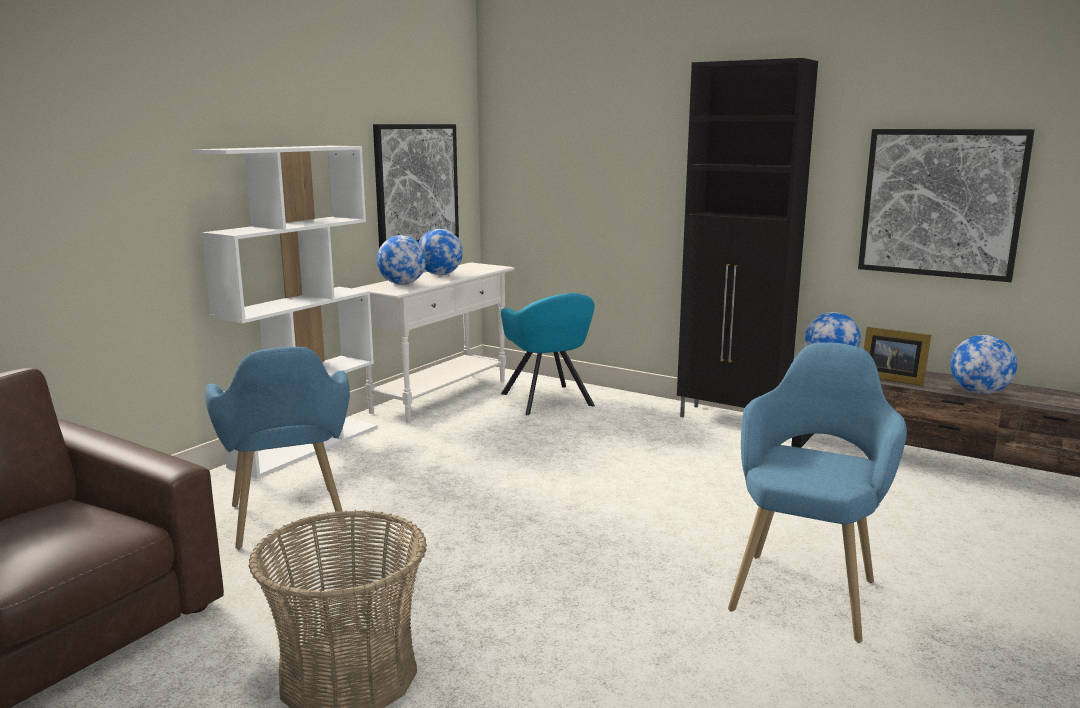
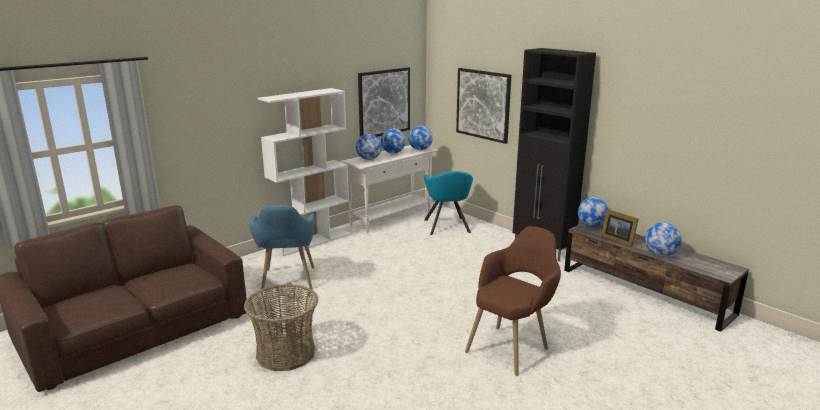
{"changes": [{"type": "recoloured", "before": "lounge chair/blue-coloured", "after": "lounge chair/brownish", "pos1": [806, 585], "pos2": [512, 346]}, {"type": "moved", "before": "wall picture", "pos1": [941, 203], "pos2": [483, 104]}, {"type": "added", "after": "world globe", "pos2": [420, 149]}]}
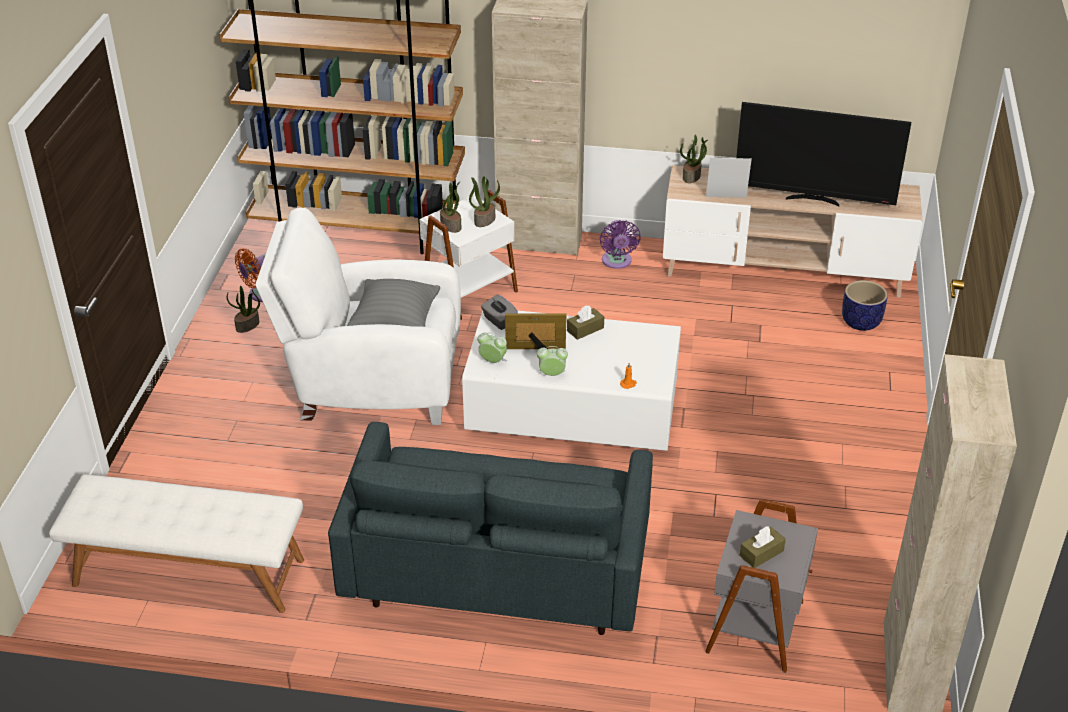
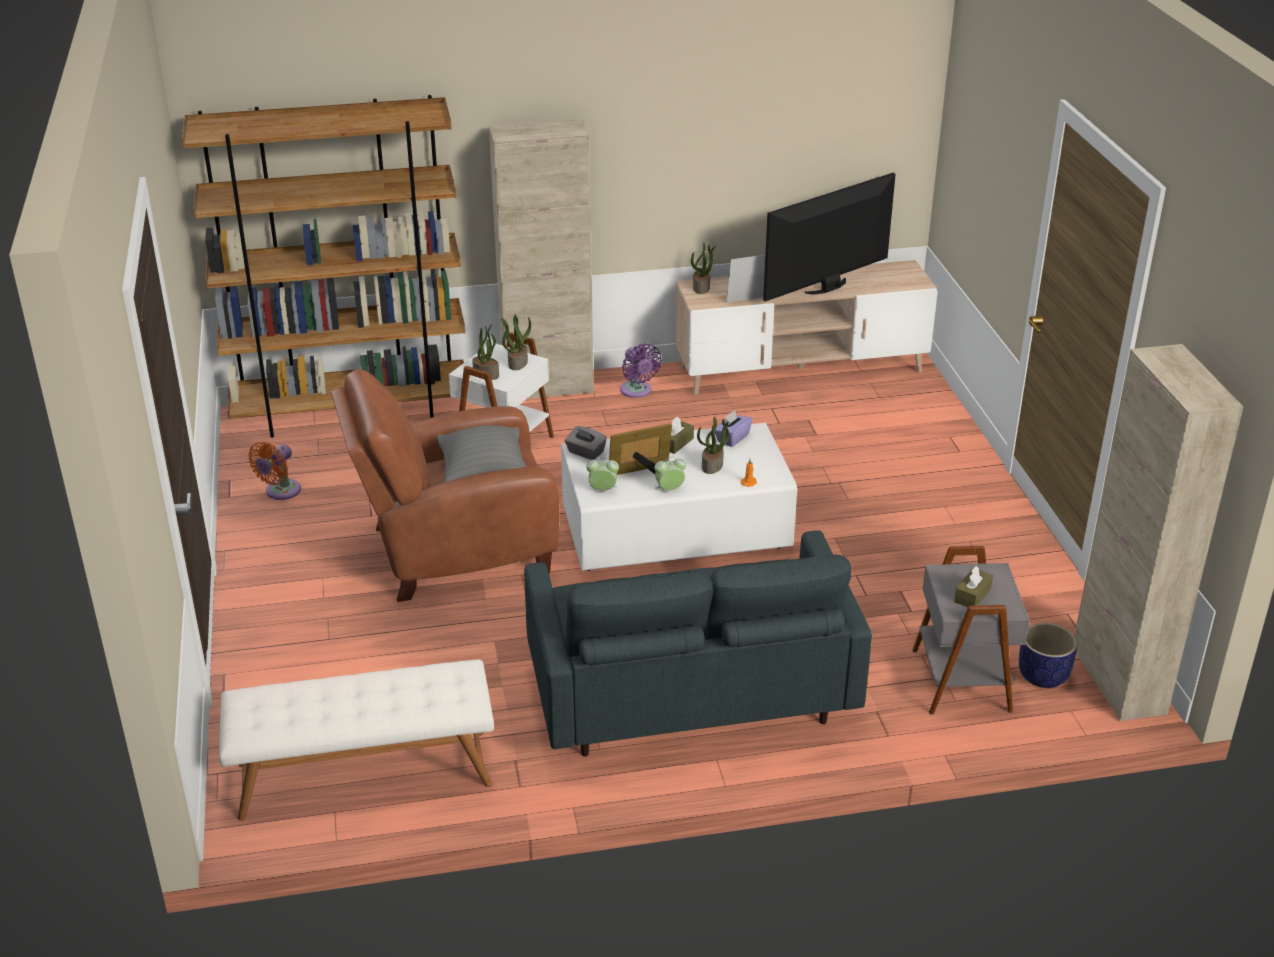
{"changes": [{"type": "moved", "before": "potted plant", "pos1": [247, 326], "pos2": [712, 466]}, {"type": "recoloured", "before": "lounge chair/white", "after": "lounge chair/brownish", "pos1": [372, 384], "pos2": [454, 552]}, {"type": "turned", "before": "television", "pos1": [813, 199], "pos2": [828, 288], "turn": 150}, {"type": "moved", "before": "flower pot", "pos1": [861, 322], "pos2": [1043, 676]}, {"type": "added", "after": "tissue box/purplish", "pos2": [732, 438]}]}
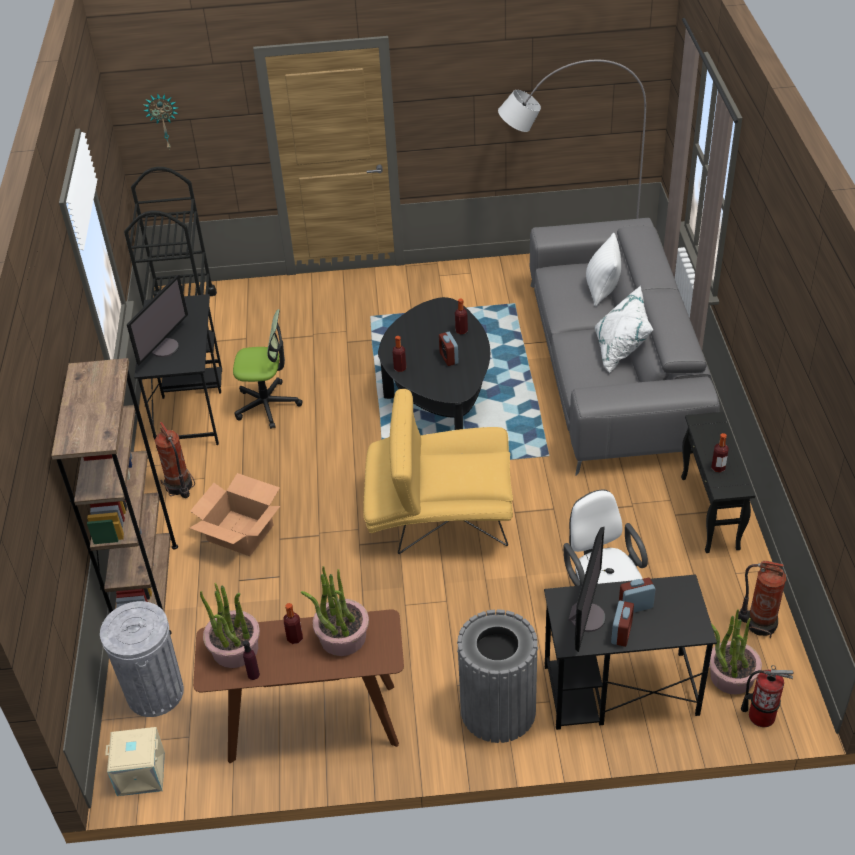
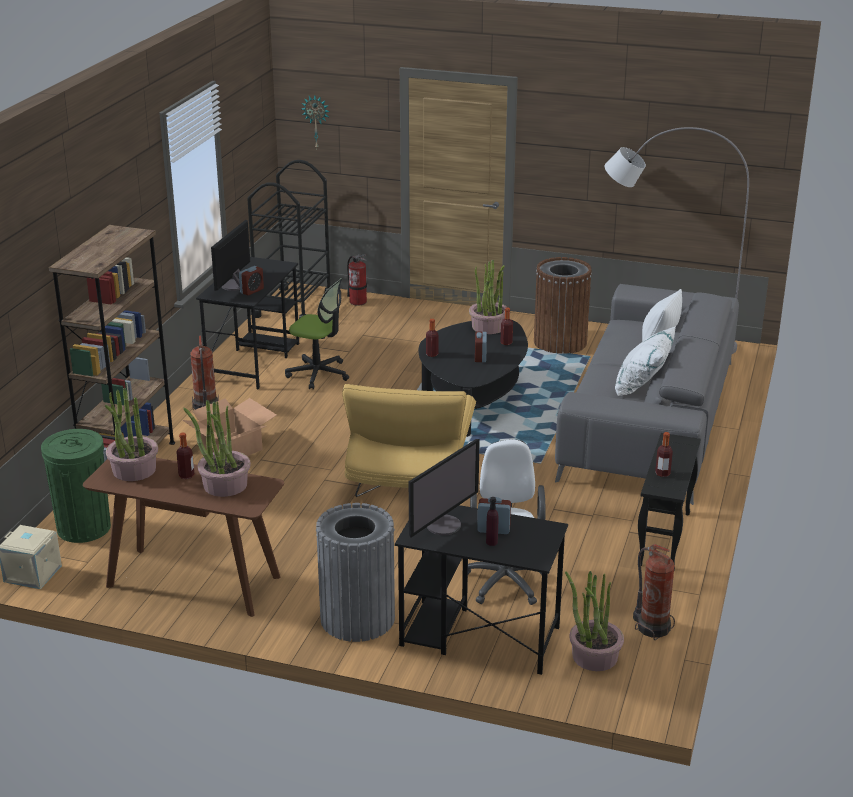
{"changes": [{"type": "recoloured", "before": "rubbish bin/gray", "after": "rubbish bin/green-coloured", "pos1": [155, 692], "pos2": [84, 528]}, {"type": "turned", "before": "monitor", "pos1": [164, 347], "pos2": [234, 285], "turn": 150}, {"type": "moved", "before": "drink bottle/purplish", "pos1": [253, 674], "pos2": [491, 542]}, {"type": "turned", "before": "lounge chair/yellow-coloured", "pos1": [440, 516], "pos2": [409, 479], "turn": -105}, {"type": "moved", "before": "bedside clock", "pos1": [621, 633], "pos2": [252, 291]}, {"type": "moved", "before": "fire extinguisher", "pos1": [761, 716], "pos2": [358, 302]}, {"type": "added", "after": "potted plant", "pos2": [488, 327]}, {"type": "added", "after": "rubbish bin/brownish", "pos2": [560, 342]}]}
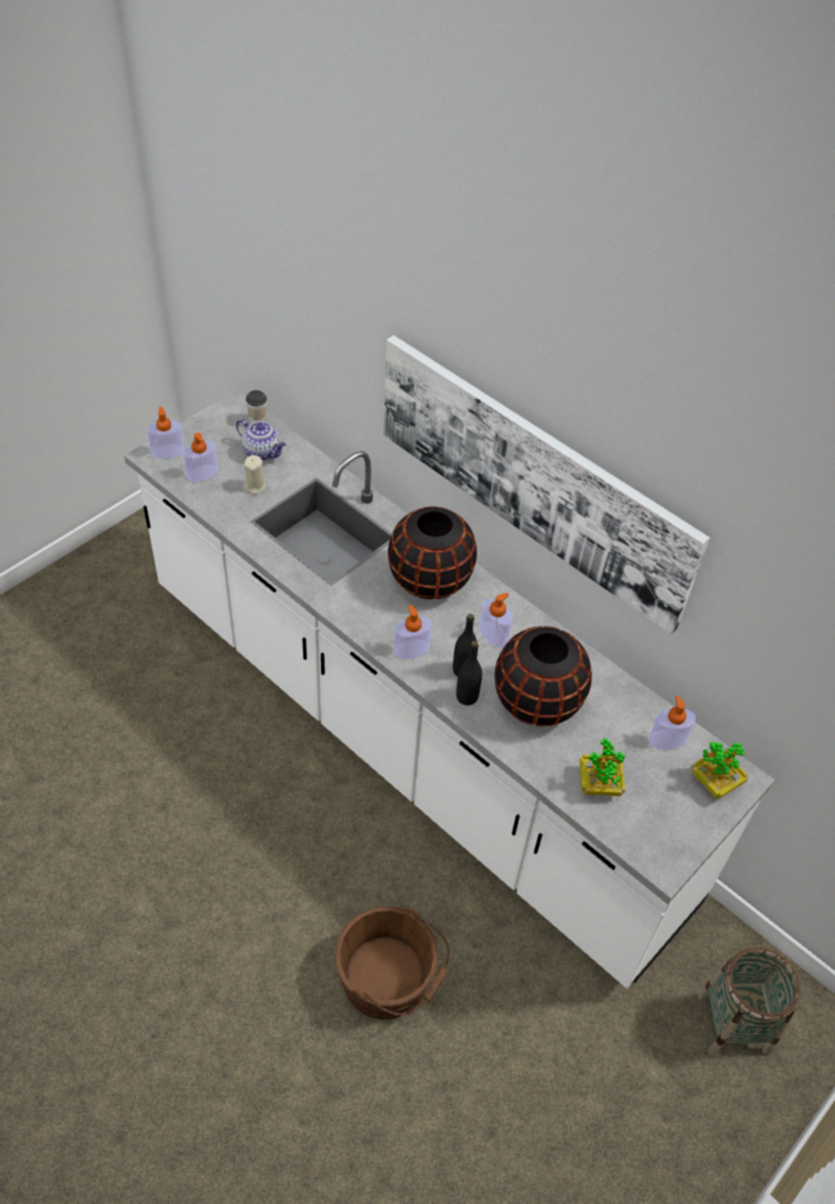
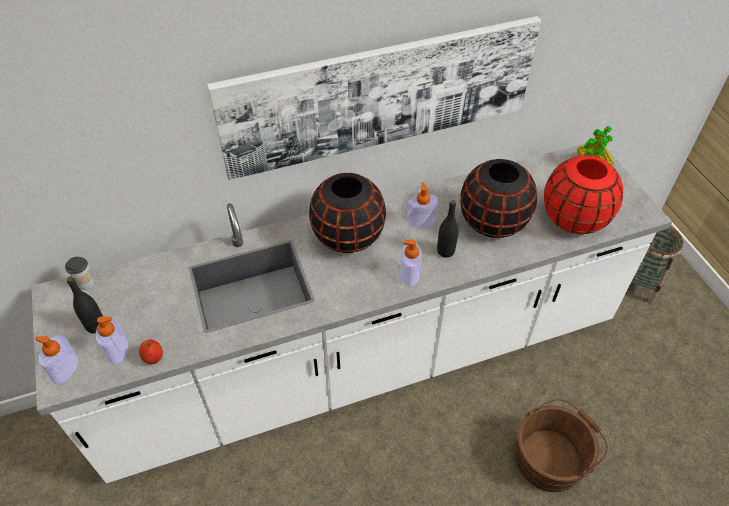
{"changes": [{"type": "removed", "before": "tea pot", "pos1": [263, 452]}, {"type": "removed", "before": "candle/beige-coloured", "pos1": [255, 486]}, {"type": "moved", "before": "drink bottle/blackish", "pos1": [467, 697], "pos2": [96, 326]}, {"type": "replaced", "before": "potted plant", "after": "flower vase/reddish", "pos1": [599, 784], "pos2": [574, 219]}, {"type": "removed", "before": "soap bottle", "pos1": [667, 740]}, {"type": "added", "after": "apple fruit", "pos2": [154, 358]}]}
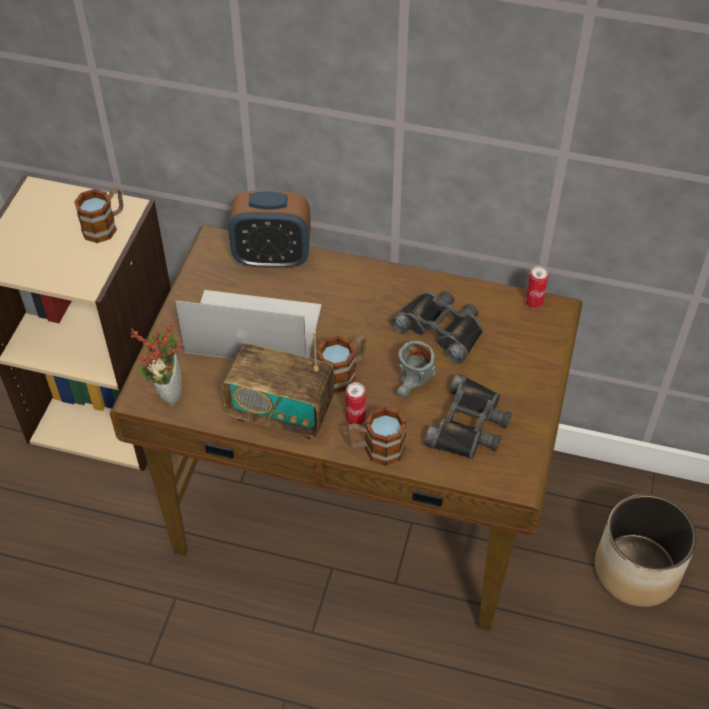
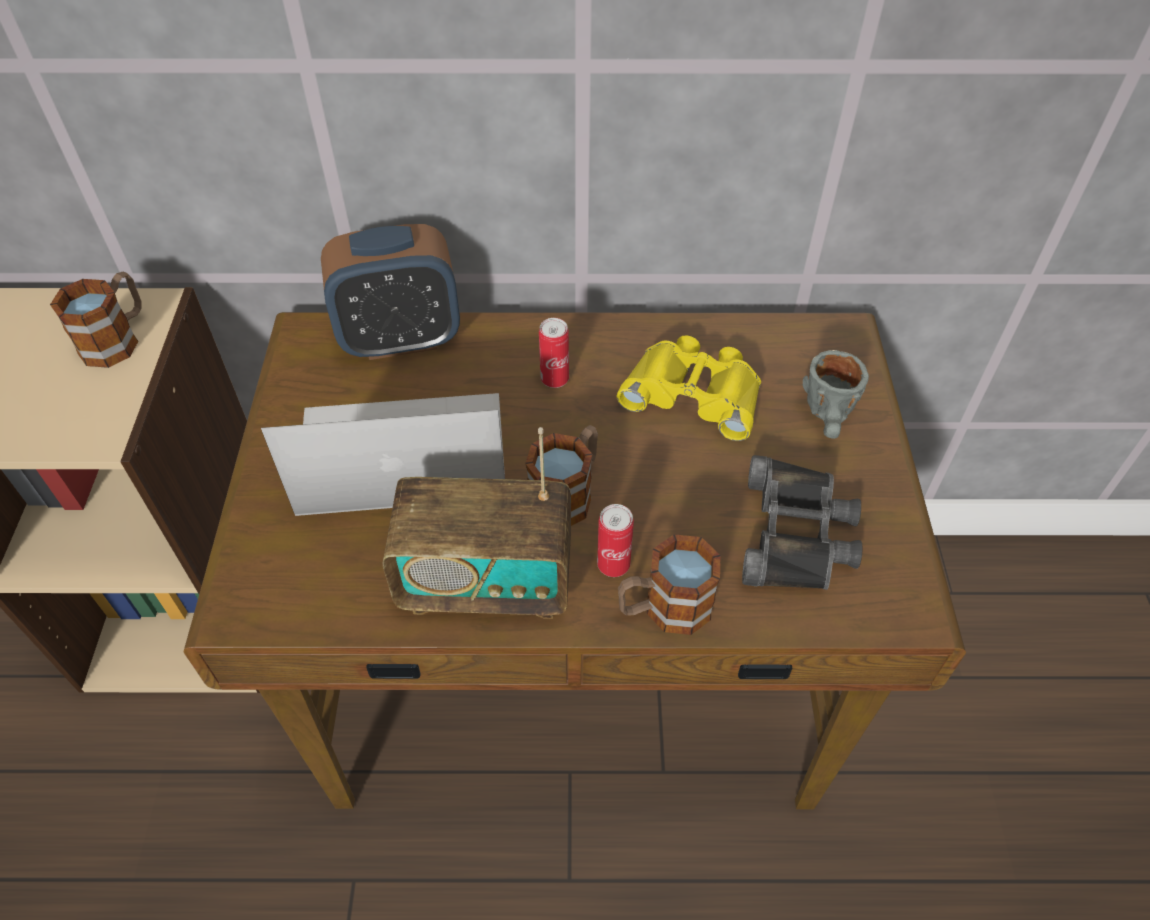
{"changes": [{"type": "removed", "before": "potted plant", "pos1": [167, 390]}, {"type": "recoloured", "before": "binoculars/blackish", "after": "binoculars/yellow-coloured", "pos1": [441, 328], "pos2": [694, 393]}, {"type": "moved", "before": "coffee mug/gray", "pos1": [413, 385], "pos2": [831, 420]}, {"type": "moved", "before": "sealed can", "pos1": [533, 303], "pos2": [554, 379]}, {"type": "removed", "before": "flower pot", "pos1": [635, 569]}]}
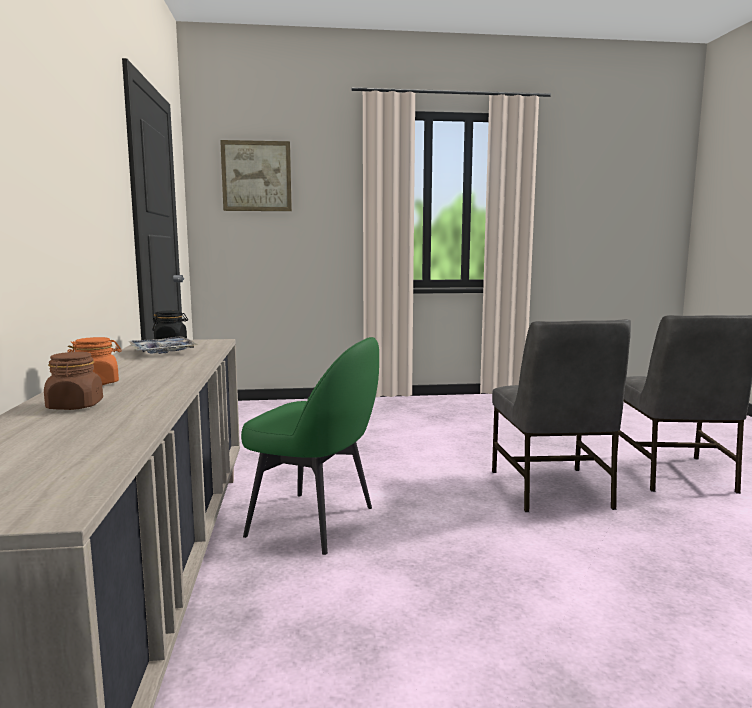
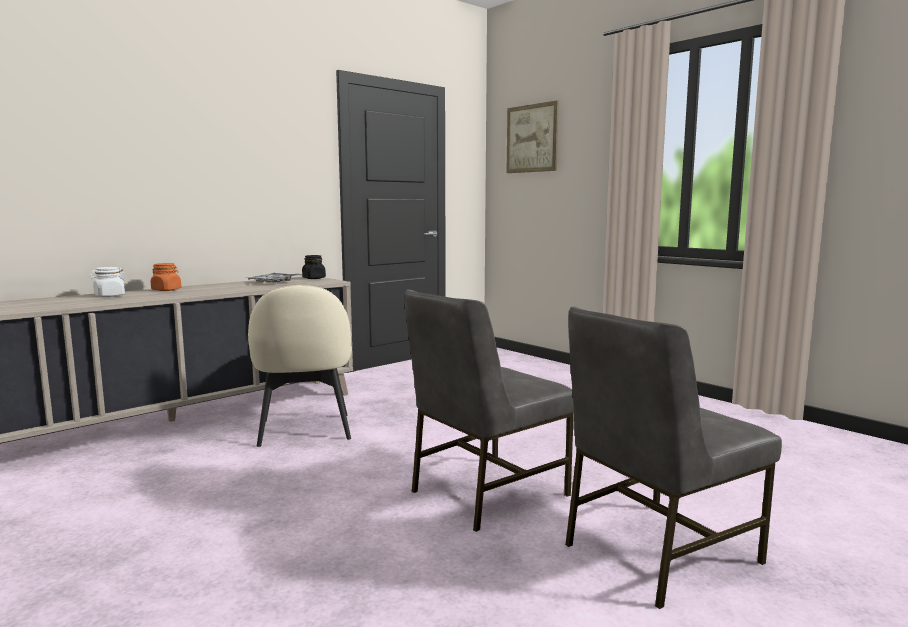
{"changes": [{"type": "recoloured", "before": "jar/brownish", "after": "jar/white", "pos1": [75, 406], "pos2": [109, 296]}, {"type": "recoloured", "before": "upright chair/green-coloured", "after": "upright chair/beige-coloured", "pos1": [314, 522], "pos2": [304, 431]}]}
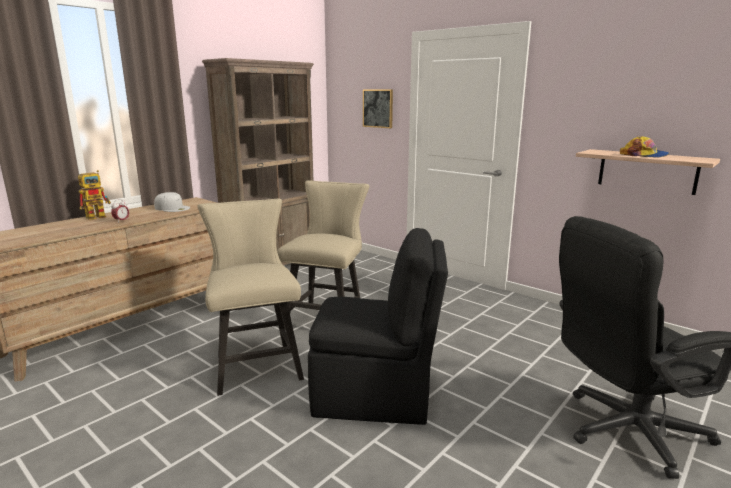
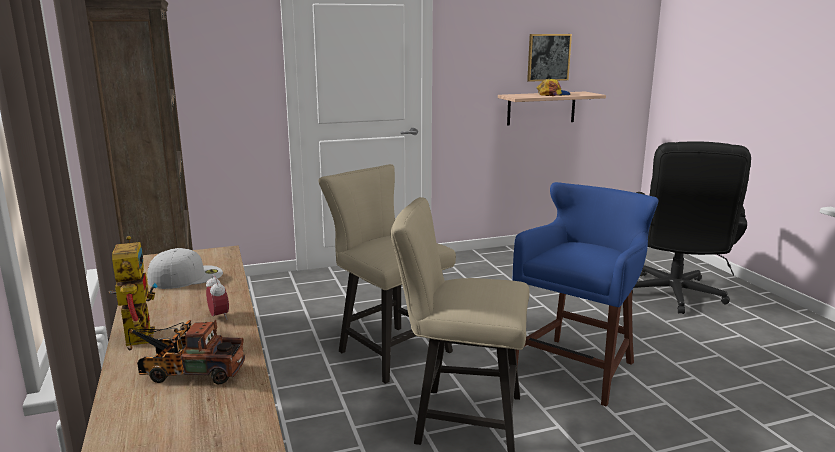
{"changes": [{"type": "replaced", "before": "upright chair/blackish", "after": "sitting stool/blue-coloured", "pos1": [375, 396], "pos2": [577, 367]}, {"type": "moved", "before": "wall picture", "pos1": [378, 108], "pos2": [548, 57]}, {"type": "added", "after": "model truck", "pos2": [187, 372]}]}
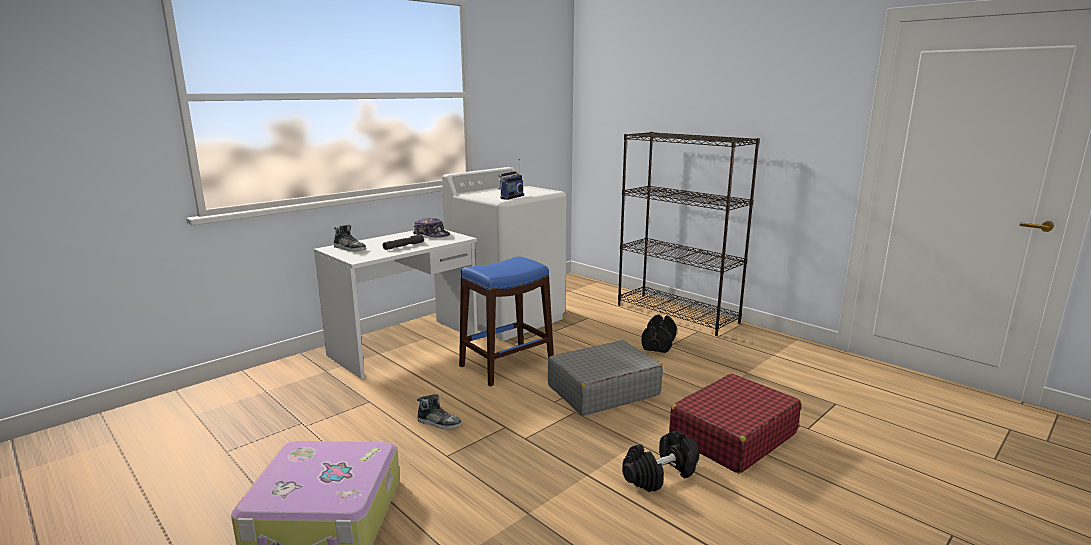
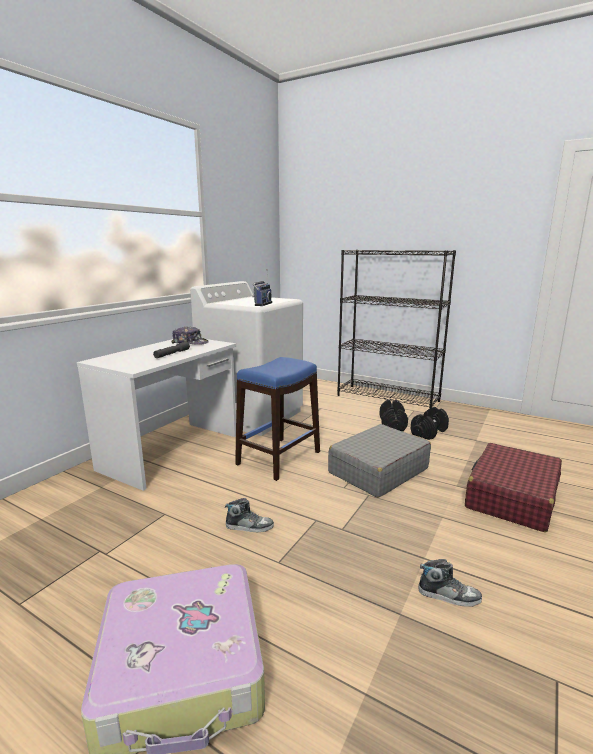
{"changes": [{"type": "moved", "before": "low shoe", "pos1": [349, 248], "pos2": [449, 595]}, {"type": "moved", "before": "hand weight/blackish", "pos1": [660, 475], "pos2": [429, 432]}]}
